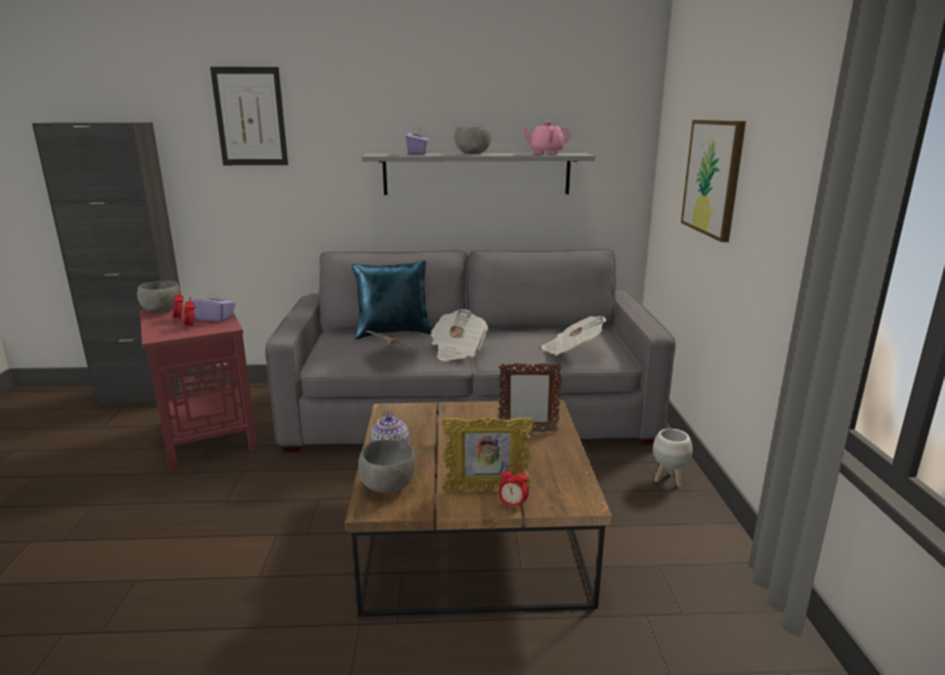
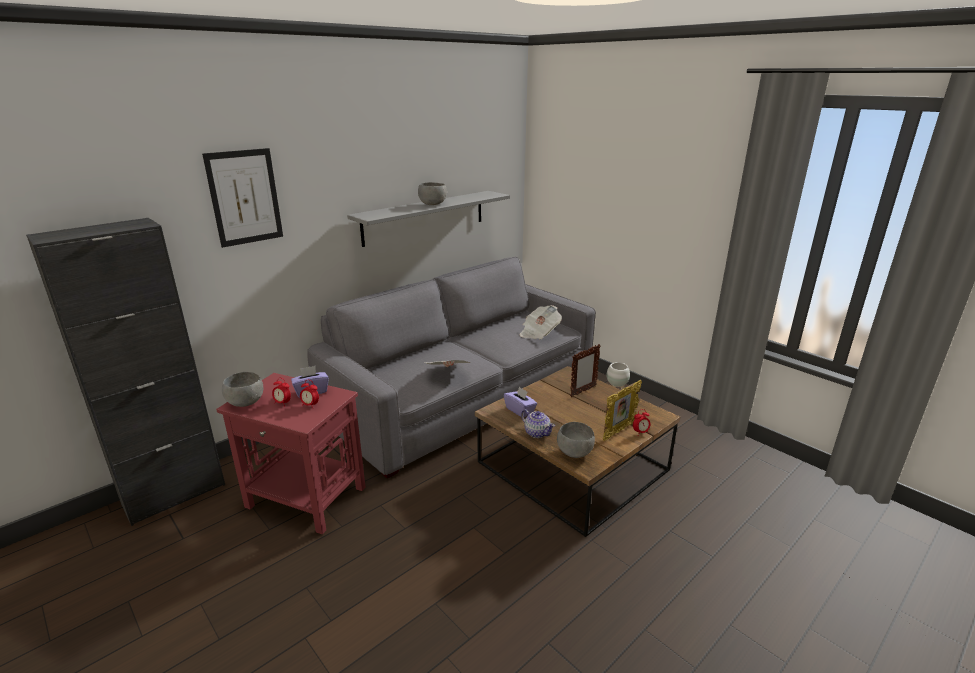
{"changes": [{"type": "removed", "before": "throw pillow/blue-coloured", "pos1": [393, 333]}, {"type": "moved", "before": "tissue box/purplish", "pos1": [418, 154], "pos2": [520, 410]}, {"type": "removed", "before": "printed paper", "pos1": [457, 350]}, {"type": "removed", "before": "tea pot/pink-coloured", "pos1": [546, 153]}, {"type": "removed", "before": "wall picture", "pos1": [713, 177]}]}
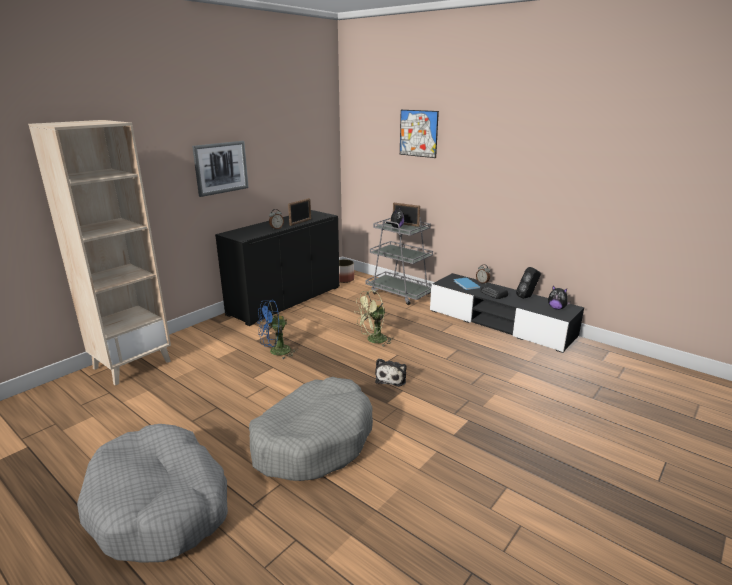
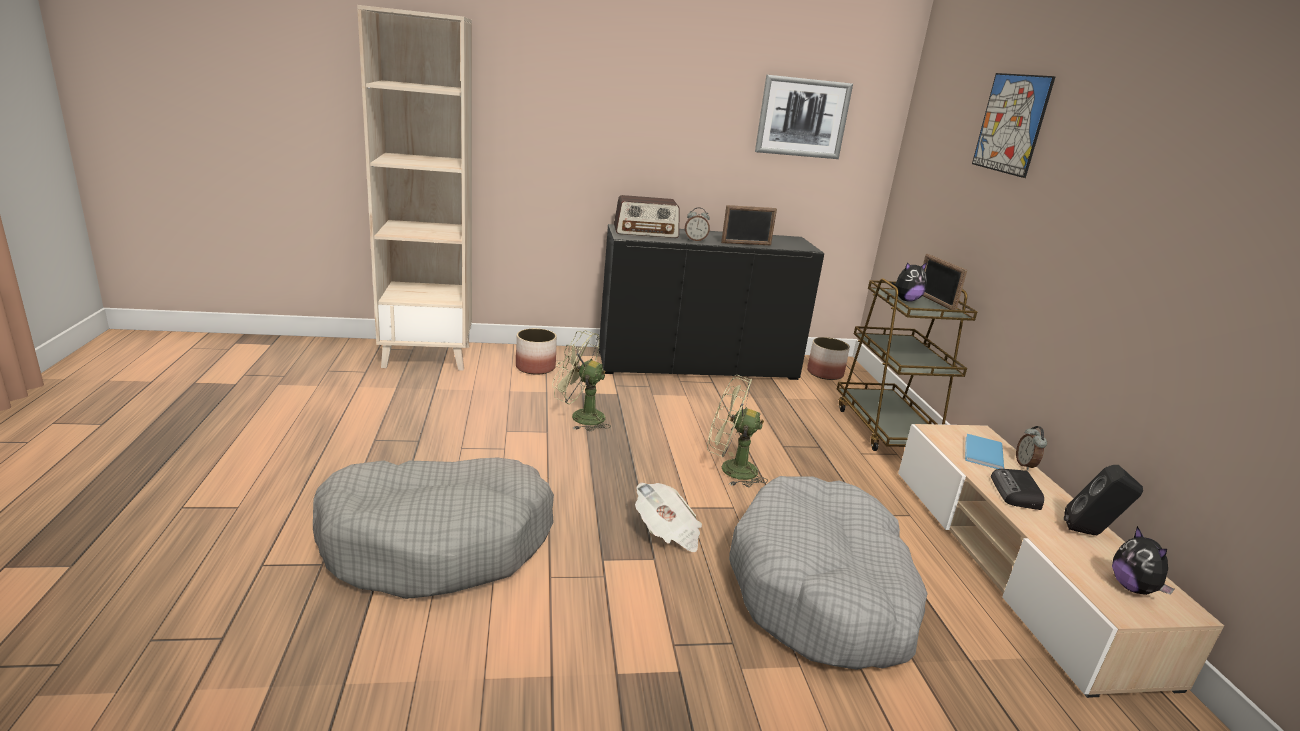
{"changes": [{"type": "moved", "before": "dog bed/gray", "pos1": [160, 505], "pos2": [822, 591]}, {"type": "moved", "before": "wall picture", "pos1": [221, 168], "pos2": [802, 117]}, {"type": "recoloured", "before": "fan/blue-coloured", "after": "fan/green-coloured", "pos1": [275, 352], "pos2": [580, 417]}, {"type": "recoloured", "before": "trolley/gray", "after": "trolley/brownish", "pos1": [400, 293], "pos2": [887, 428]}, {"type": "replaced", "before": "soft toy", "after": "printed paper", "pos1": [391, 378], "pos2": [667, 533]}, {"type": "recoloured", "before": "tv unit/blackish", "after": "tv unit/beige-coloured", "pos1": [500, 323], "pos2": [1014, 564]}, {"type": "added", "after": "flower pot", "pos2": [535, 367]}, {"type": "added", "after": "radio receiver", "pos2": [646, 232]}]}
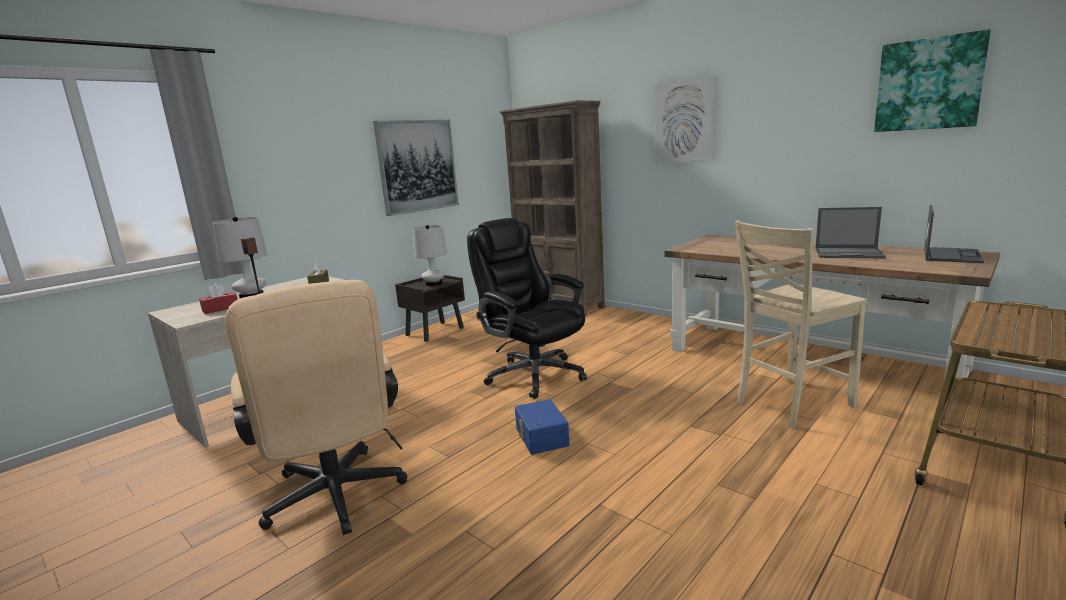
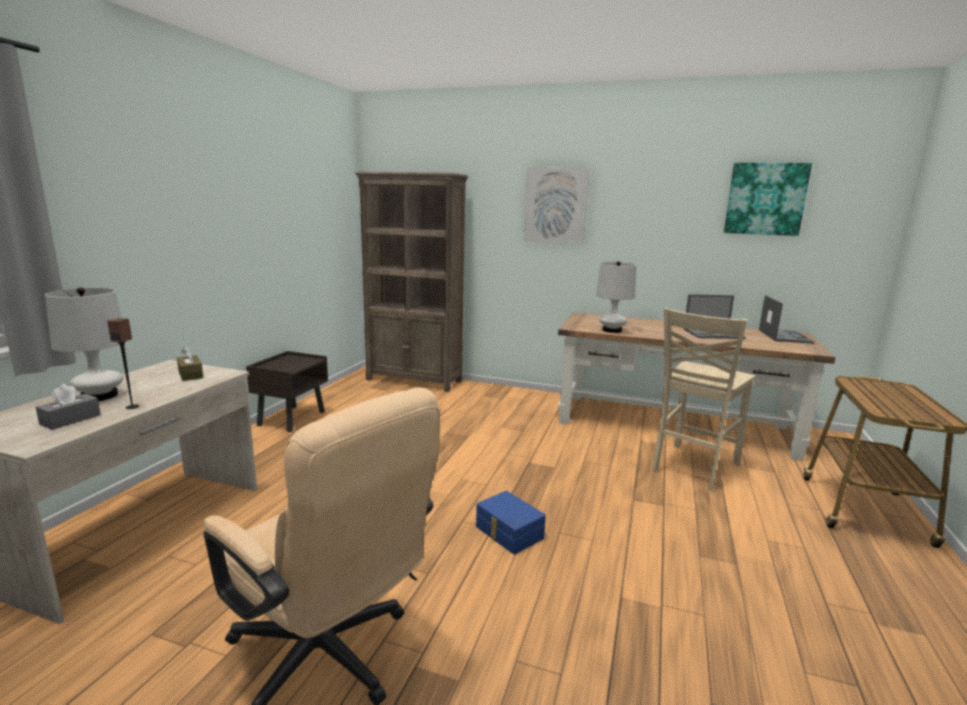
{"changes": [{"type": "recoloured", "before": "tissue box/reddish", "after": "tissue box/gray", "pos1": [220, 309], "pos2": [70, 420]}, {"type": "removed", "before": "wall picture", "pos1": [417, 166]}, {"type": "moved", "before": "lamp for a table/white", "pos1": [434, 283], "pos2": [612, 330]}, {"type": "removed", "before": "desk chair/blackish", "pos1": [533, 374]}]}
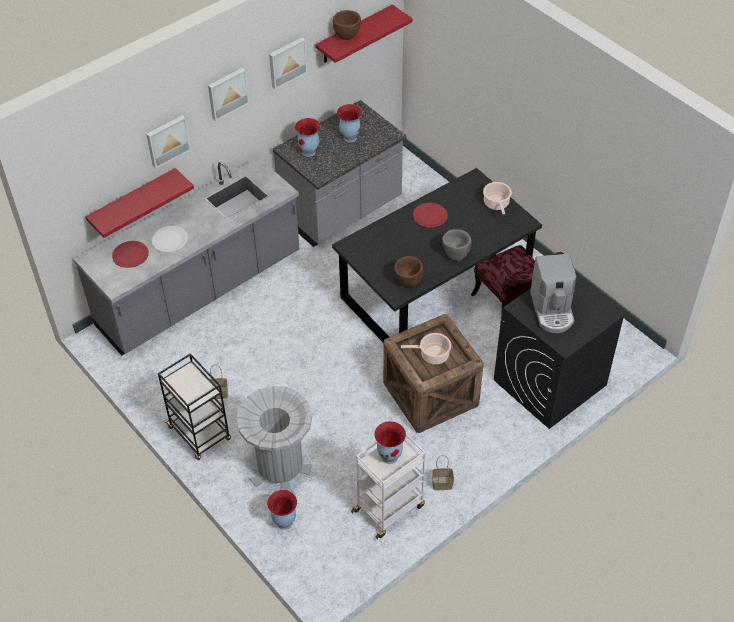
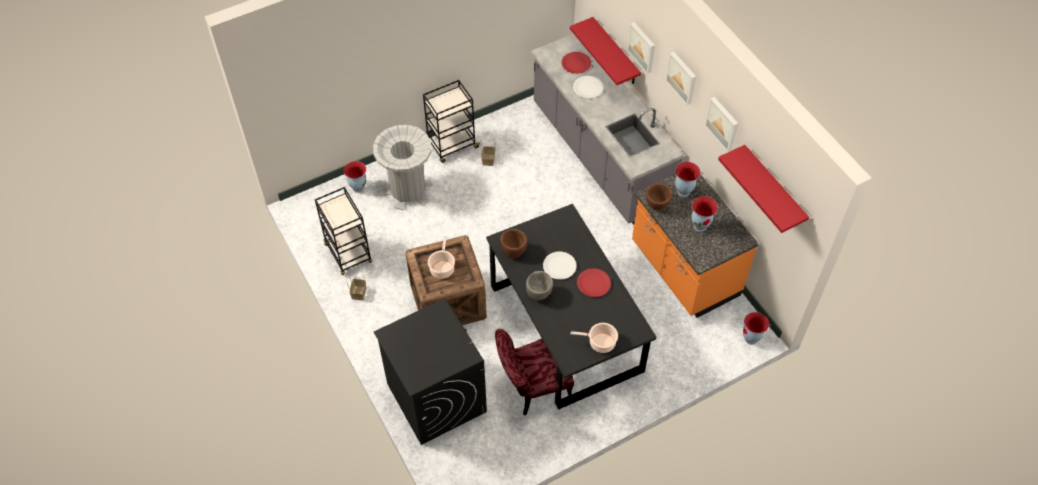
{"changes": [{"type": "recoloured", "before": "counter/gray", "after": "counter/orange-coloured", "pos1": [342, 210], "pos2": [683, 270]}, {"type": "moved", "before": "bowl/brownish", "pos1": [347, 37], "pos2": [657, 206]}, {"type": "recoloured", "before": "trolley/white", "after": "trolley/blackish", "pos1": [389, 508], "pos2": [348, 254]}, {"type": "moved", "before": "flower vase", "pos1": [390, 456], "pos2": [751, 339]}, {"type": "removed", "before": "coffee brewer", "pos1": [552, 310]}, {"type": "added", "after": "dinner plate/white", "pos2": [559, 266]}]}
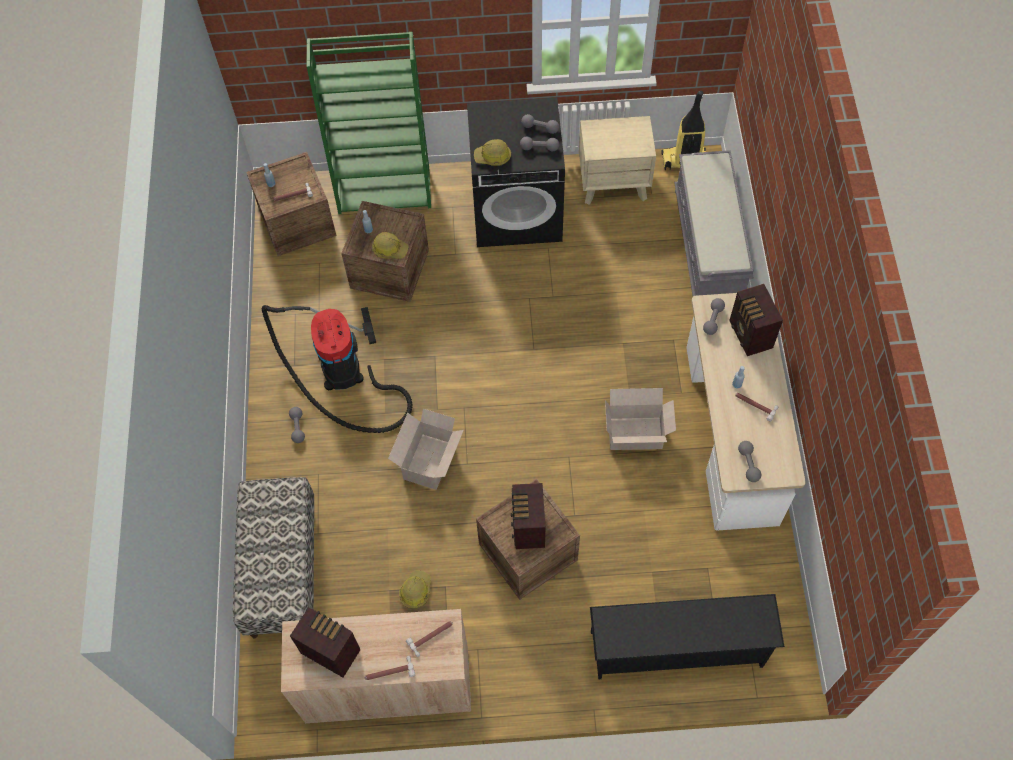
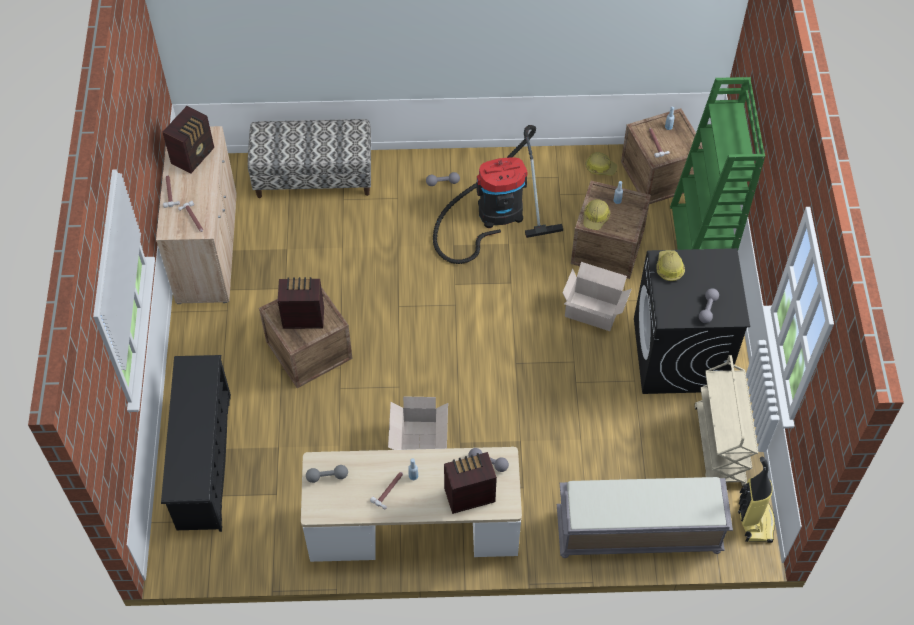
{"changes": [{"type": "moved", "before": "carton", "pos1": [430, 460], "pos2": [593, 312]}, {"type": "moved", "before": "safety helmet", "pos1": [415, 591], "pos2": [600, 167]}, {"type": "removed", "before": "hand weight/gray", "pos1": [539, 148]}, {"type": "replaced", "before": "bedside table/beige-coloured", "after": "trolley/beige-coloured", "pos1": [614, 183], "pos2": [720, 446]}]}
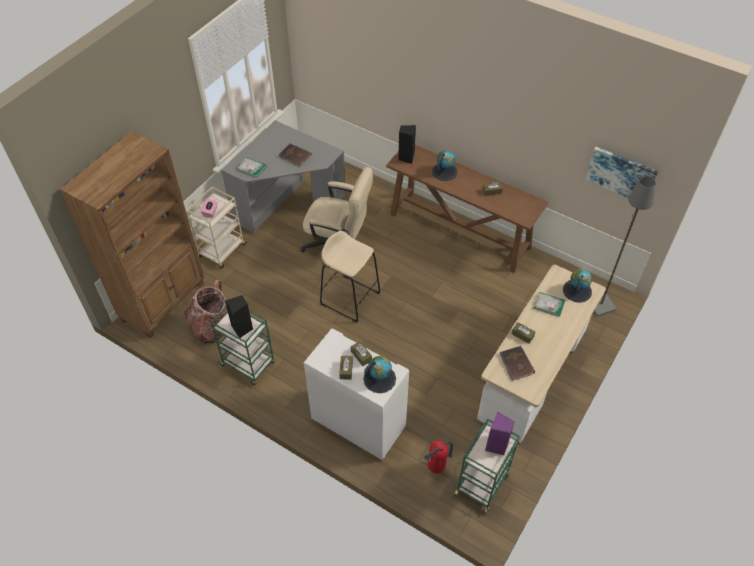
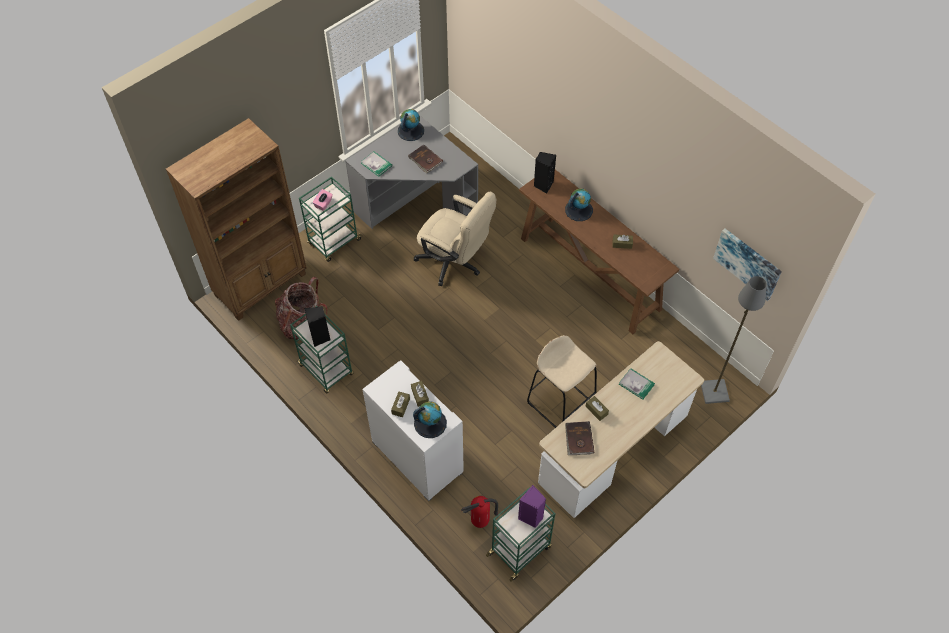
{"changes": [{"type": "recoloured", "before": "trolley/beige-coloured", "after": "trolley/green-coloured", "pos1": [222, 251], "pos2": [334, 242]}, {"type": "moved", "before": "sitting stool/beige-coloured", "pos1": [350, 298], "pos2": [561, 403]}, {"type": "moved", "before": "world globe", "pos1": [577, 291], "pos2": [410, 131]}]}
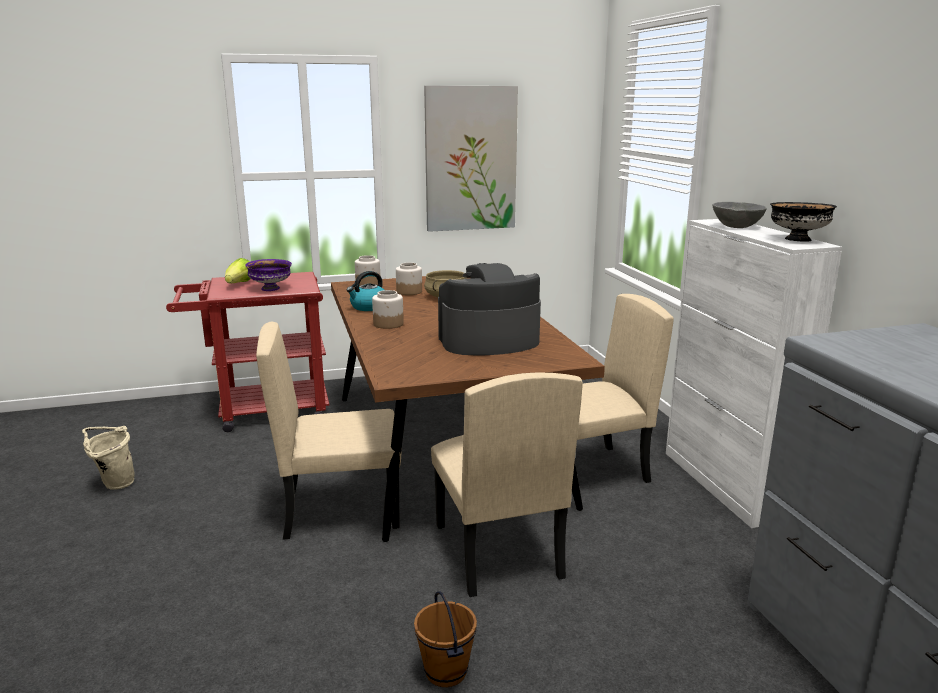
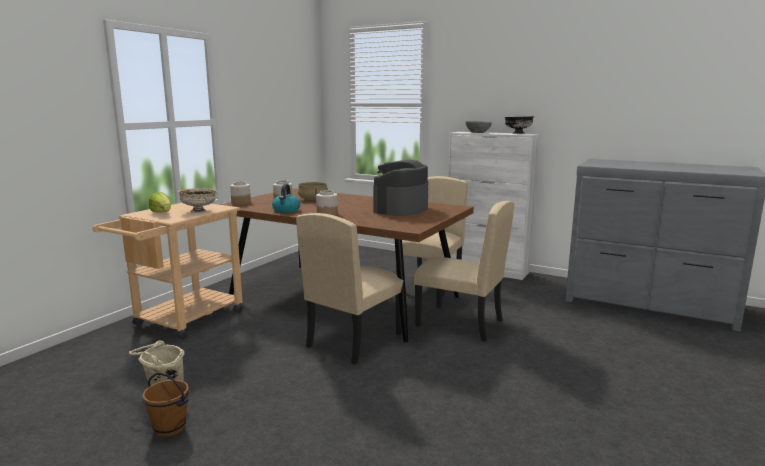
{"changes": [{"type": "recoloured", "before": "trolley/reddish", "after": "trolley/beige-coloured", "pos1": [262, 411], "pos2": [182, 321]}, {"type": "recoloured", "before": "bowl/purplish", "after": "bowl/beige-coloured", "pos1": [271, 289], "pos2": [199, 211]}, {"type": "moved", "before": "pail/brownish", "pos1": [446, 671], "pos2": [170, 428]}, {"type": "removed", "before": "wall picture", "pos1": [470, 159]}]}
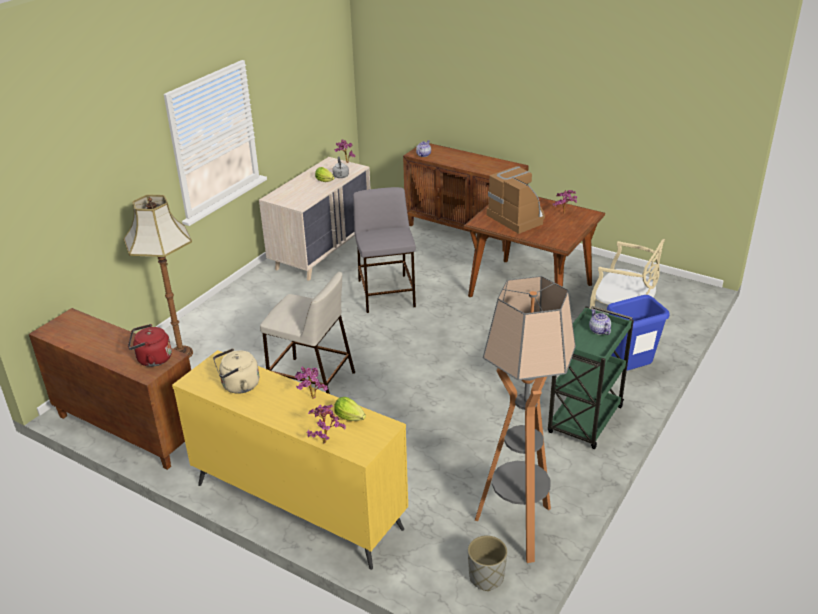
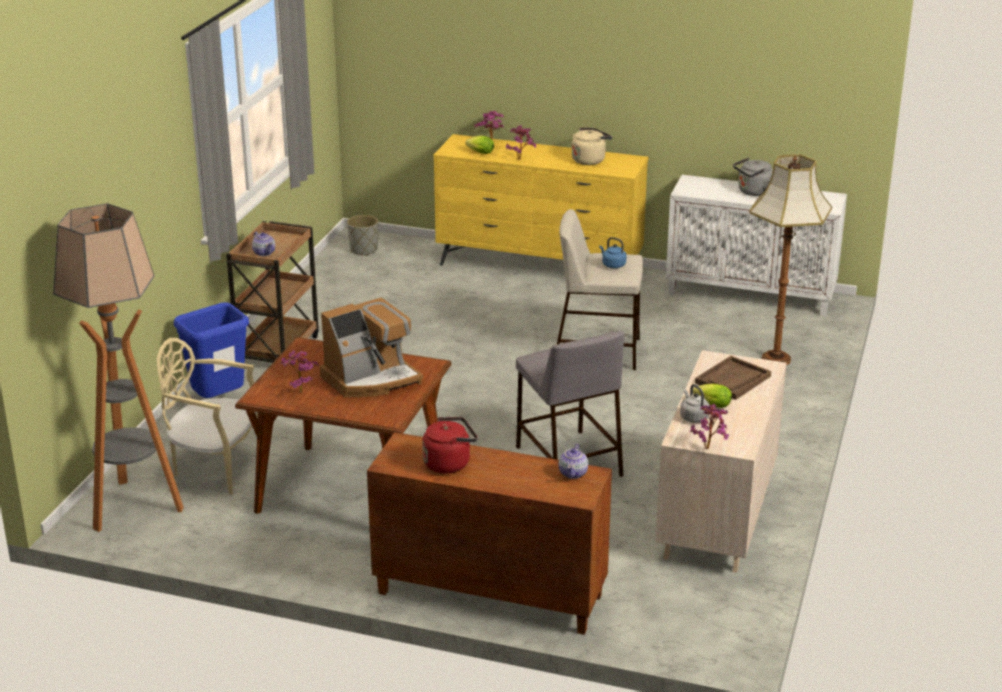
{"changes": [{"type": "recoloured", "before": "cabinet/brownish", "after": "cabinet/white", "pos1": [127, 429], "pos2": [751, 294]}, {"type": "moved", "before": "kettle/reddish", "pos1": [152, 359], "pos2": [449, 463]}, {"type": "moved", "before": "standing lamp", "pos1": [517, 528], "pos2": [134, 507]}, {"type": "turned", "before": "coffee brewer", "pos1": [518, 217], "pos2": [371, 379], "turn": -75}, {"type": "recoloured", "before": "trolley/green-coloured", "after": "trolley/brownish", "pos1": [584, 421], "pos2": [278, 350]}, {"type": "added", "after": "kettle/blue-coloured", "pos2": [612, 265]}, {"type": "added", "after": "tray/brownish", "pos2": [733, 380]}, {"type": "added", "after": "kettle/gray", "pos2": [753, 192]}]}
